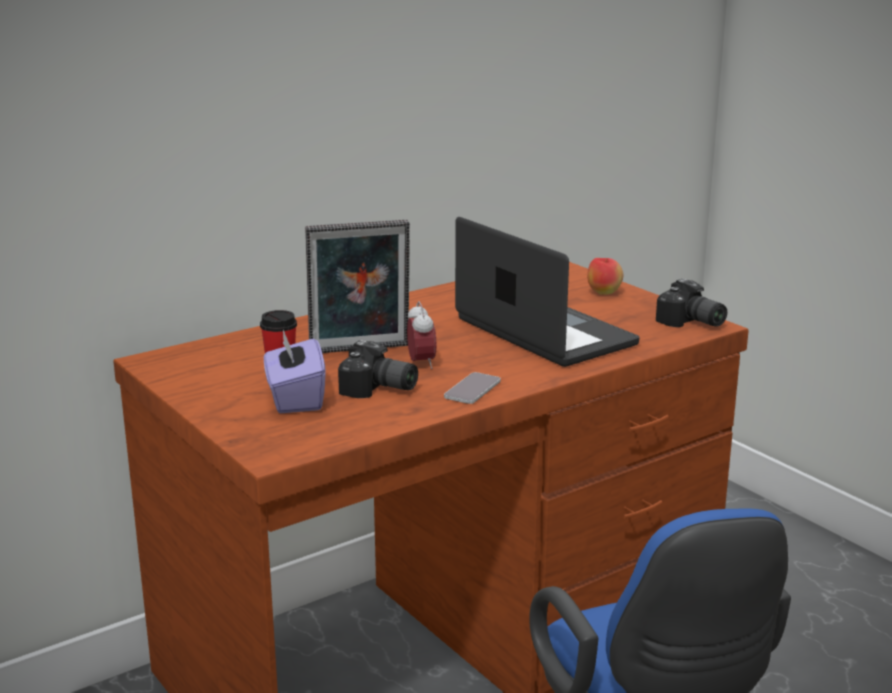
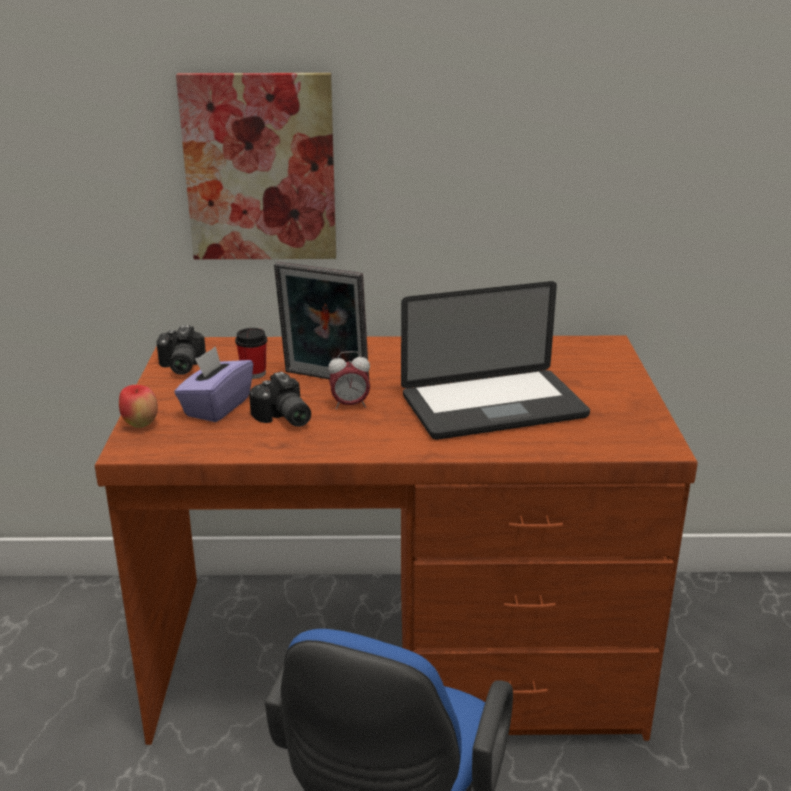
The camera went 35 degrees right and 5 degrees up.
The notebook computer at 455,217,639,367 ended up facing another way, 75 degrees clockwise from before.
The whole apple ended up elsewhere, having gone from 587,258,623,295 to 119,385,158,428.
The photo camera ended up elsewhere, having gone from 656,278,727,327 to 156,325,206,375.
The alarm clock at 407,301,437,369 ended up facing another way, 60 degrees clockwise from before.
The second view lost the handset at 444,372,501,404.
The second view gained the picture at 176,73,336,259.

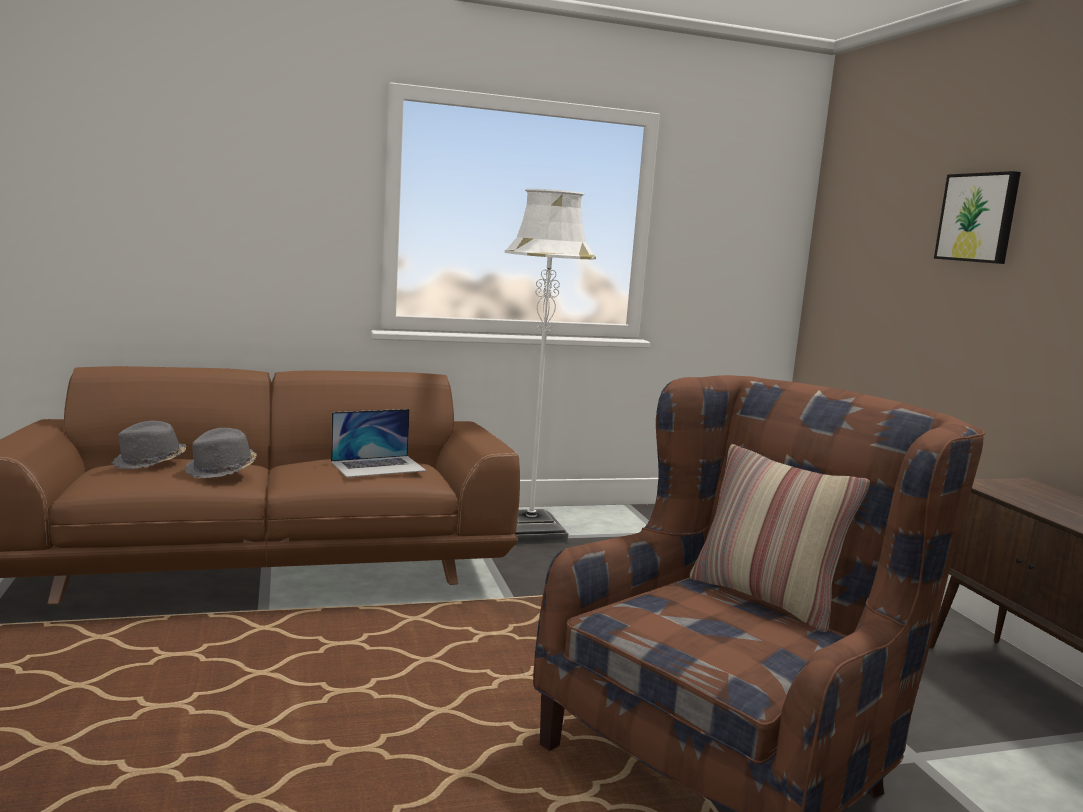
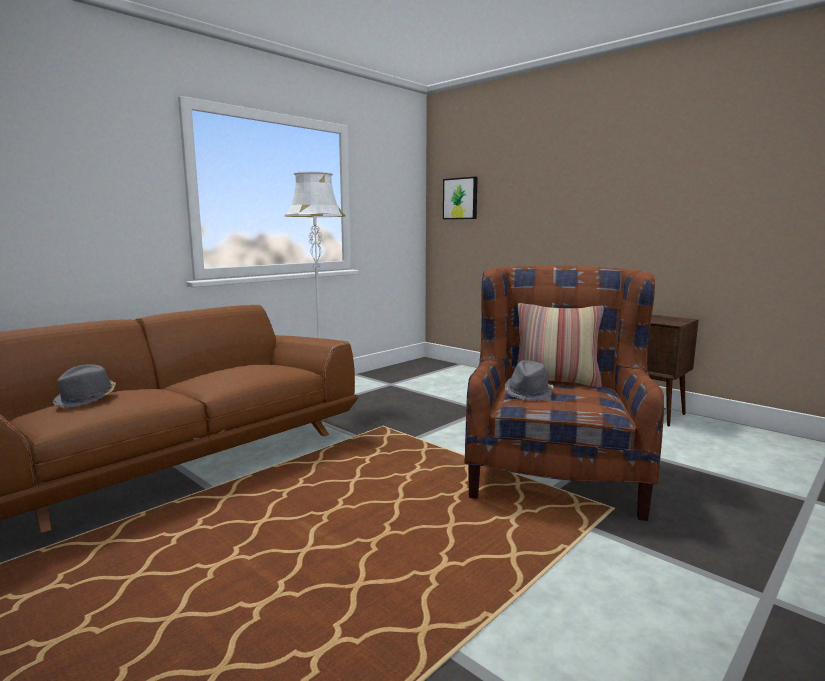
The camera went 30 degrees left and 0 degrees up.
The picture ended up elsewhere, having gone from 934,171,1021,264 to 443,177,478,219.
The second view lost the notebook computer at 331,409,427,478.
The gray wearable hat ended up elsewhere, having gone from 185,428,257,478 to 505,360,554,401.

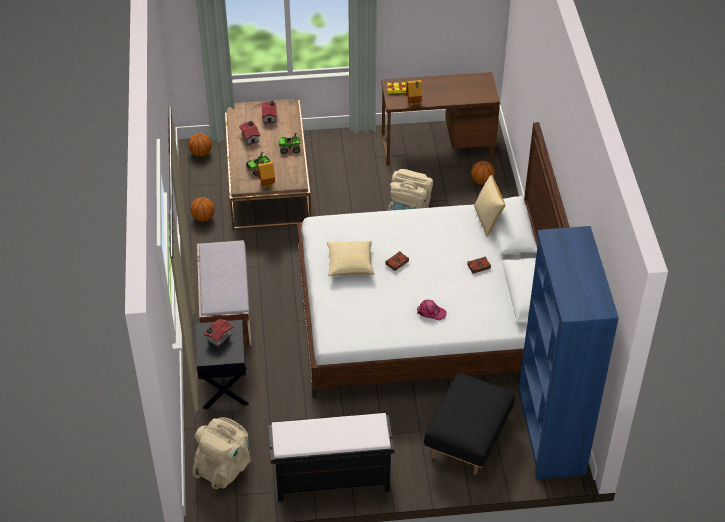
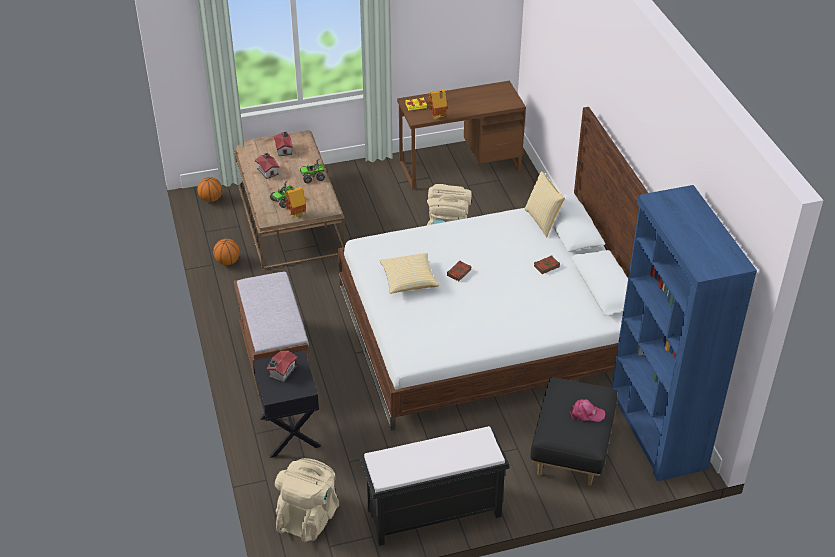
The camera went 10 degrees left and 5 degrees down.
The second view lost the basketball at 471,161,495,185.
The pinkish cap ended up elsewhere, having gone from 417,300,447,320 to 570,399,605,422.

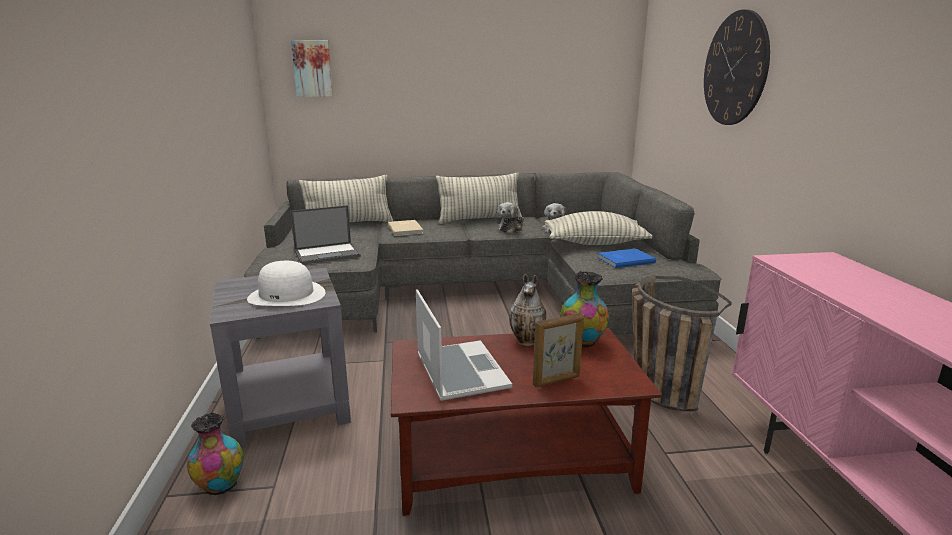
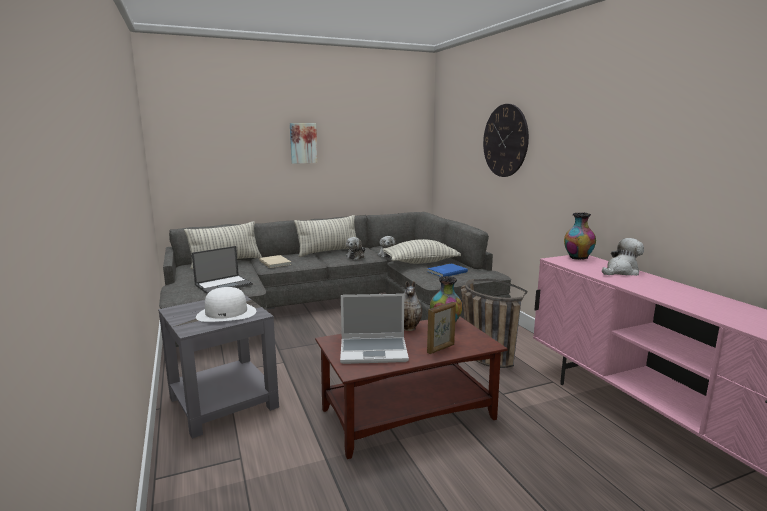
The camera went 15 degrees left and 5 degrees down.
The picture ended up elsewhere, having gone from 291,40,333,97 to 290,123,318,164.
The notebook computer at 416,289,512,401 ended up facing another way, 120 degrees clockwise from before.
The flower vase ended up elsewhere, having gone from 187,413,244,495 to 564,213,596,260.
The second view gained the cuddly toy at 602,238,644,276.

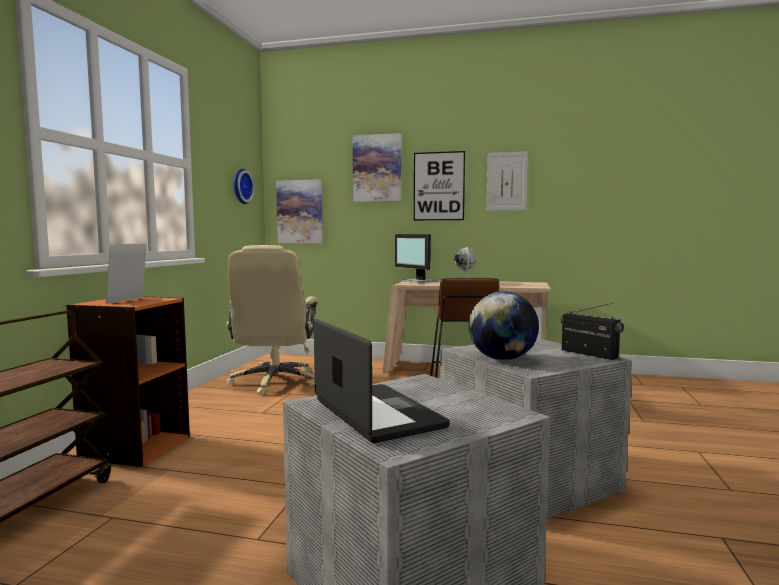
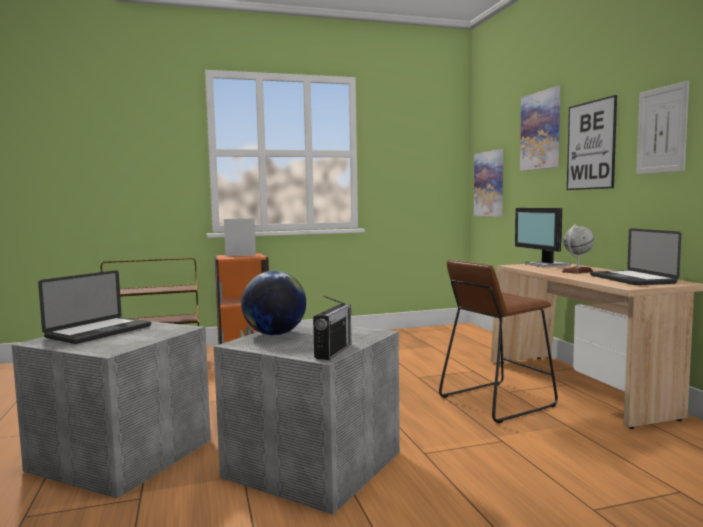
The camera went 60 degrees right and 0 degrees up.
The second view lost the hanging clock at 233,169,255,204.
The computer screen at 395,234,439,283 ended up facing another way, 45 degrees counterclockwise from before.
The second view lost the beige computer chair at 226,245,318,395.
The second view gained the notebook computer at 590,228,681,285.

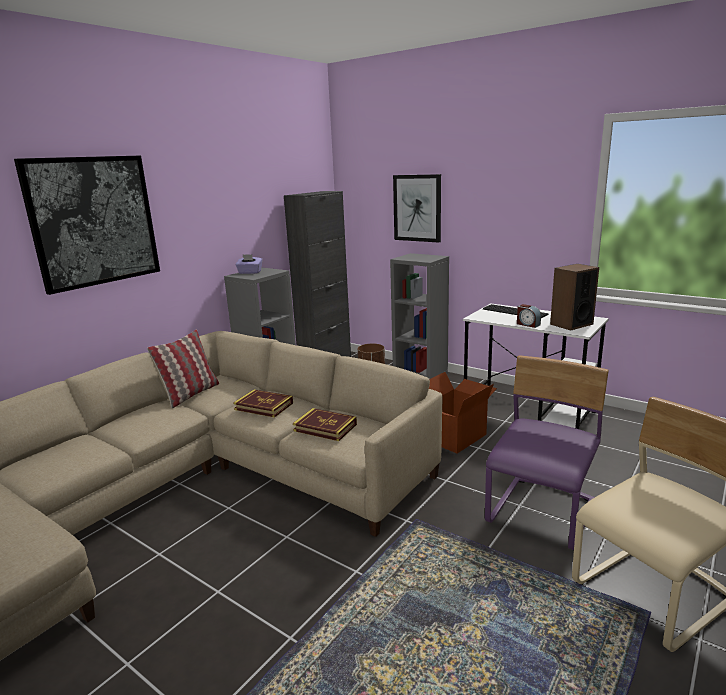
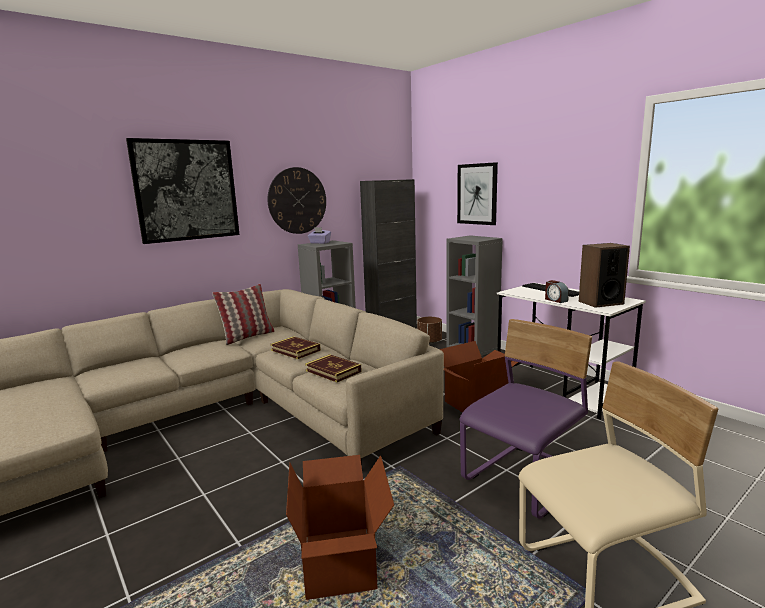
The camera went 15 degrees right and 5 degrees down.
The second view gained the hanging clock at 268,167,326,234.
The second view gained the cardboard box at 286,455,394,600.

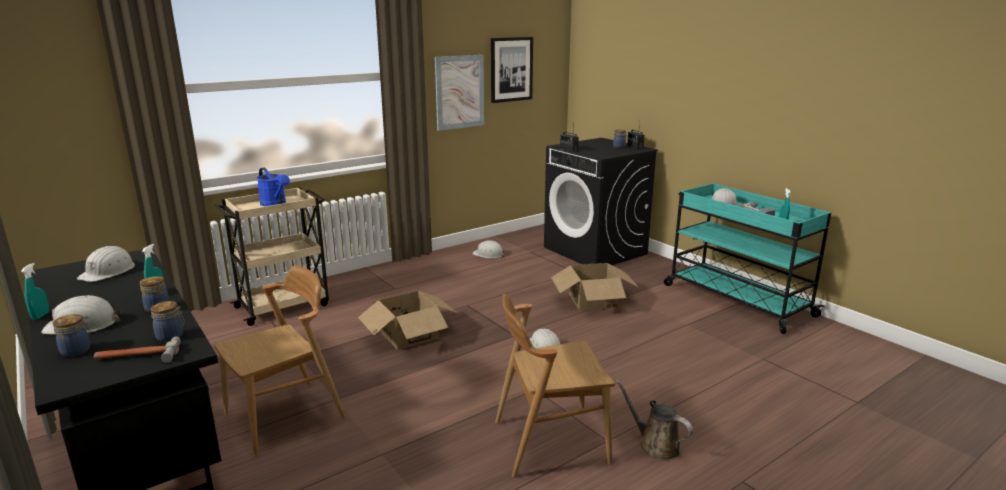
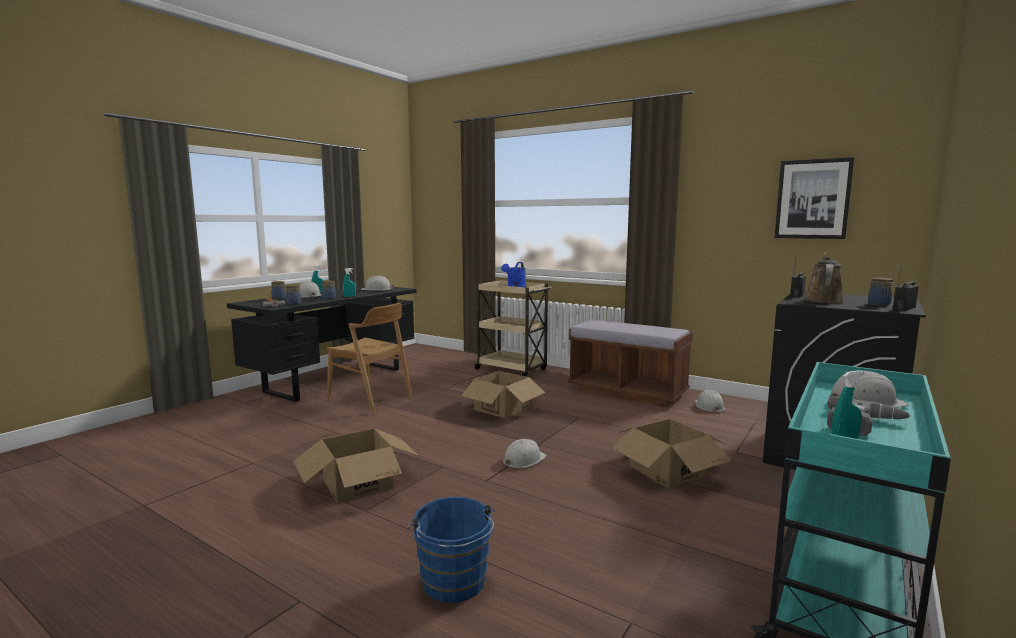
The camera went 70 degrees right and 10 degrees down.
The second view lost the picture at 435,55,484,131.
Where the brown chair stood at 495,294,615,478, the cardboard box came to stand at 293,429,419,503.
The brown sprinkling can ended up elsewhere, having gone from 616,380,693,461 to 804,252,844,303.
The second view gained the brown long seat at 568,320,693,407.
The second view gained the blue-coloured pail at 408,497,495,603.

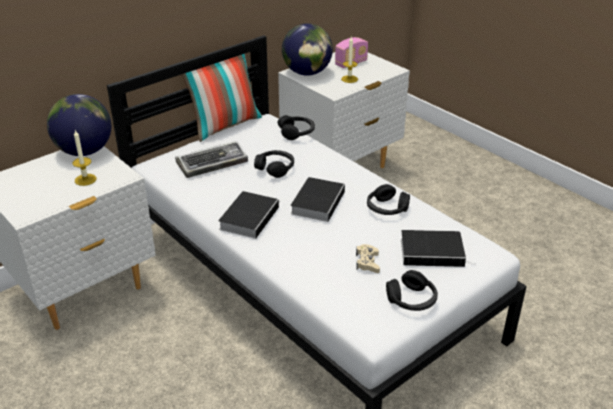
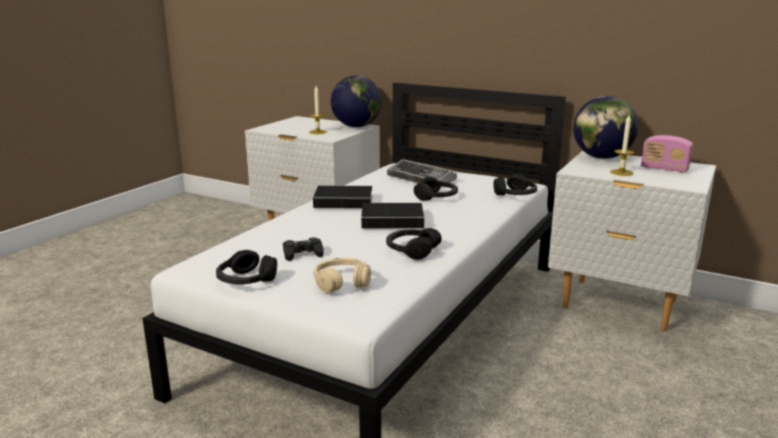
The camera went 70 degrees right and 15 degrees down.
The second view lost the throw pillow at 181,54,262,142.
Where the book stood at 401,230,475,267, the beige headphones came to stand at 314,258,371,293.
What was the beige joypad at 356,244,380,273 turned into the black-coloured joypad at 283,237,324,261.

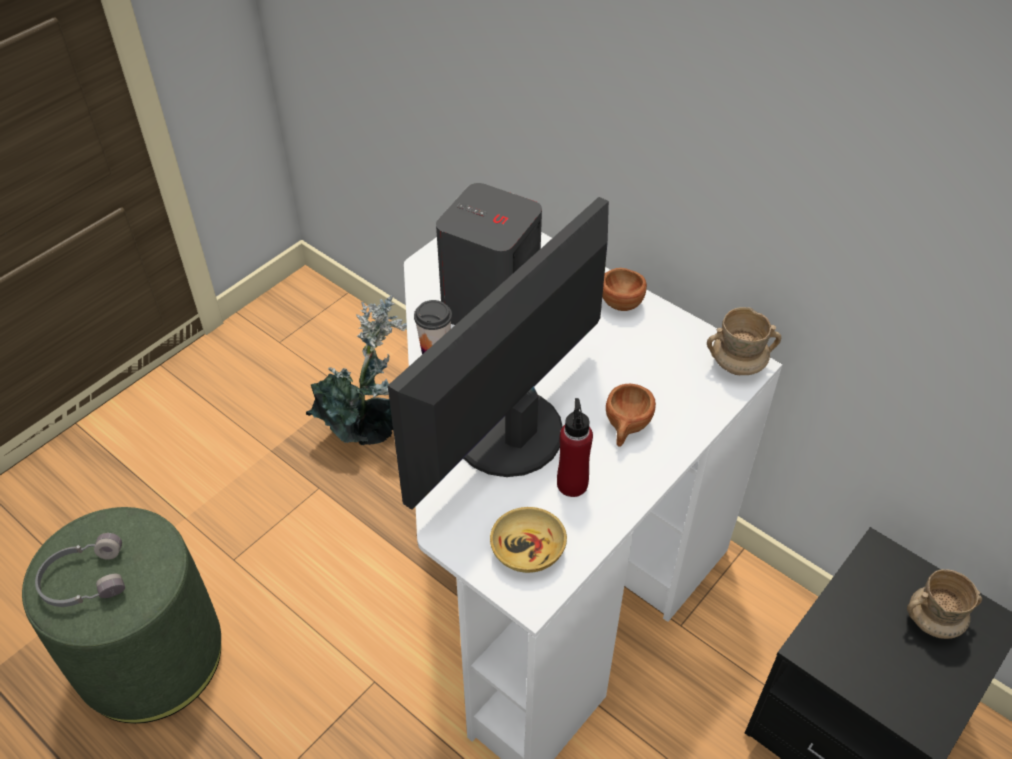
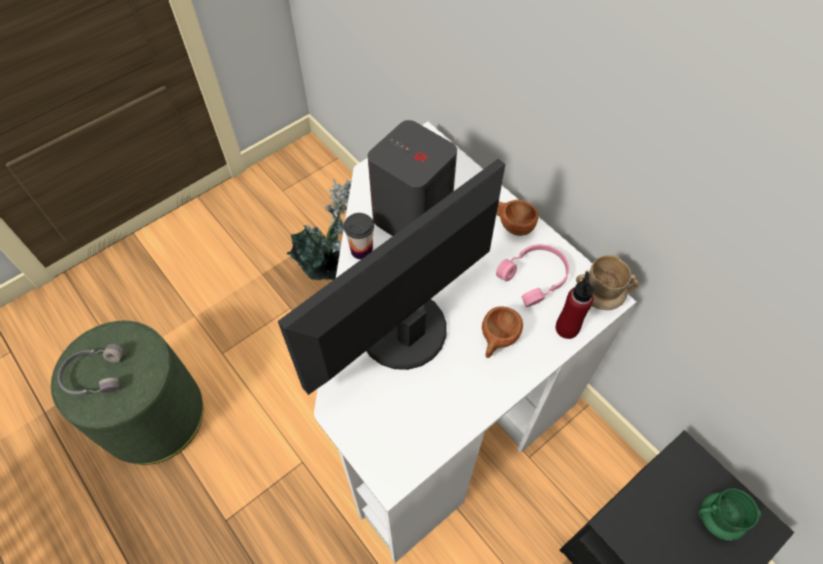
The camera went 10 degrees right and 10 degrees up.
The reddish beverage bottle ended up elsewhere, having gone from 557,398,593,497 to 556,272,594,339.
The second view lost the beige bowl at 490,507,567,573.
What was the beige coffee mug at 907,569,982,639 turned into the green-coloured coffee mug at 698,489,762,541.
The second view gained the pinkish headphones at 496,244,569,307.

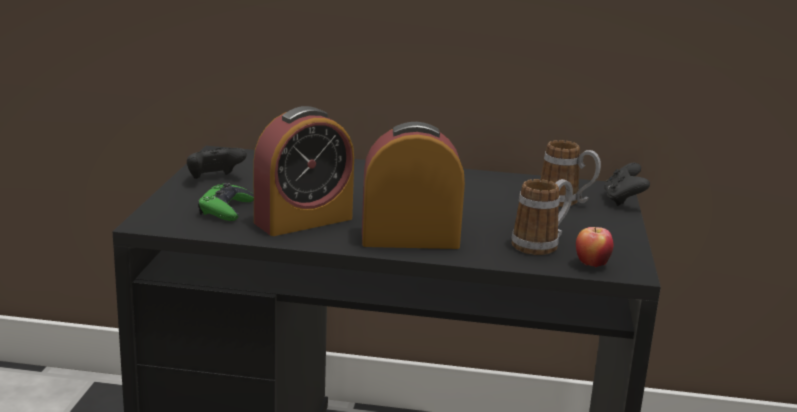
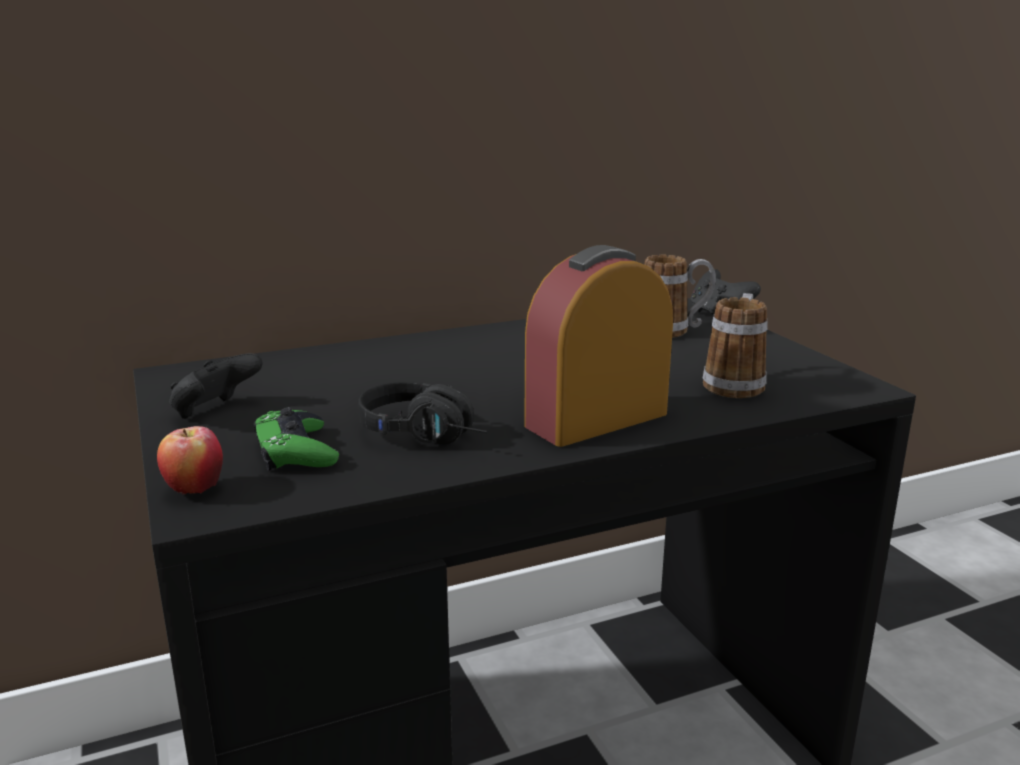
The camera went 30 degrees left and 0 degrees up.
Where the alarm clock stood at 253,106,354,236, the black-coloured headphones came to stand at 358,382,487,445.
The whole apple ended up elsewhere, having gone from 576,227,613,267 to 157,426,223,494.

